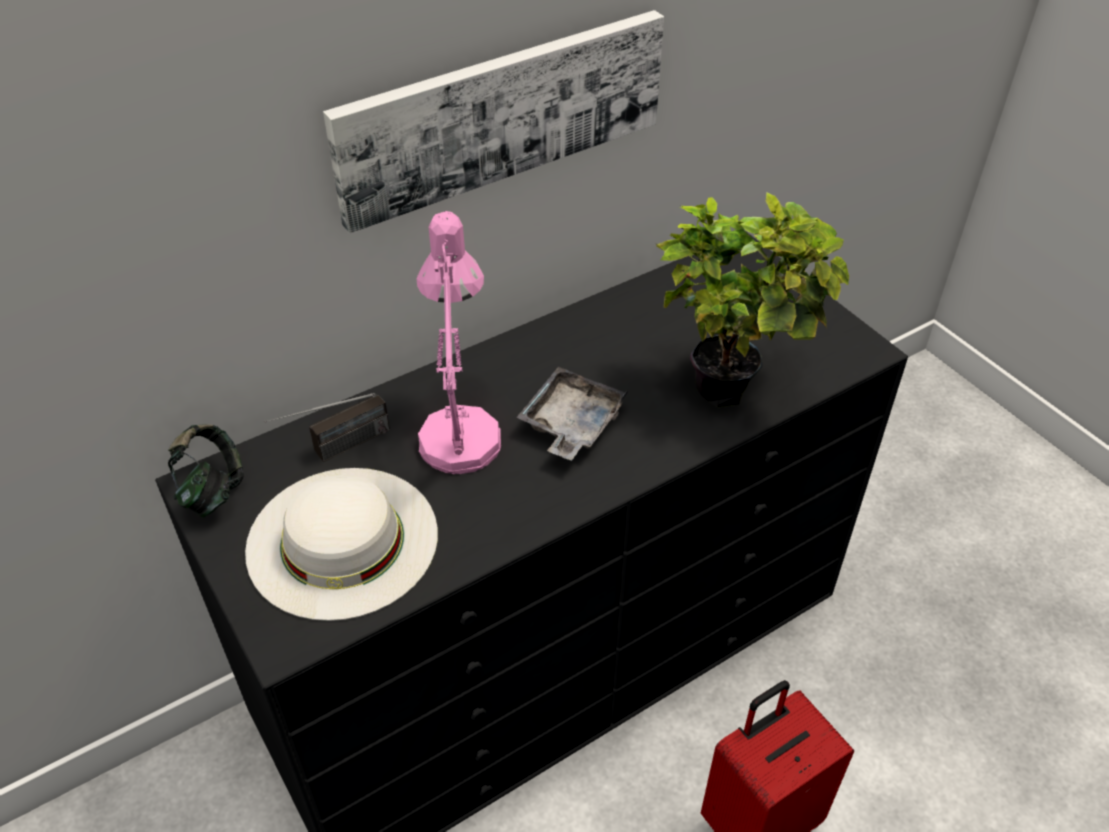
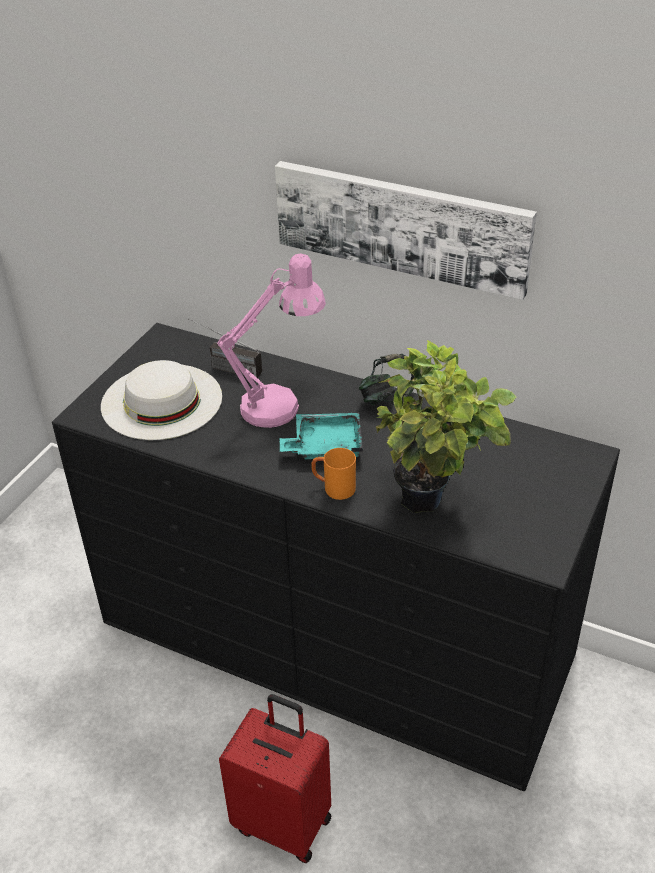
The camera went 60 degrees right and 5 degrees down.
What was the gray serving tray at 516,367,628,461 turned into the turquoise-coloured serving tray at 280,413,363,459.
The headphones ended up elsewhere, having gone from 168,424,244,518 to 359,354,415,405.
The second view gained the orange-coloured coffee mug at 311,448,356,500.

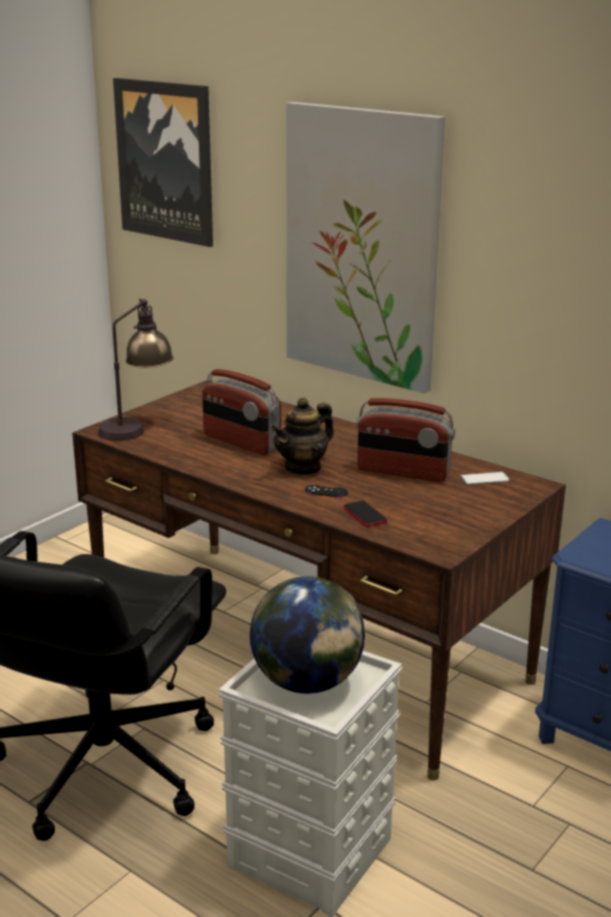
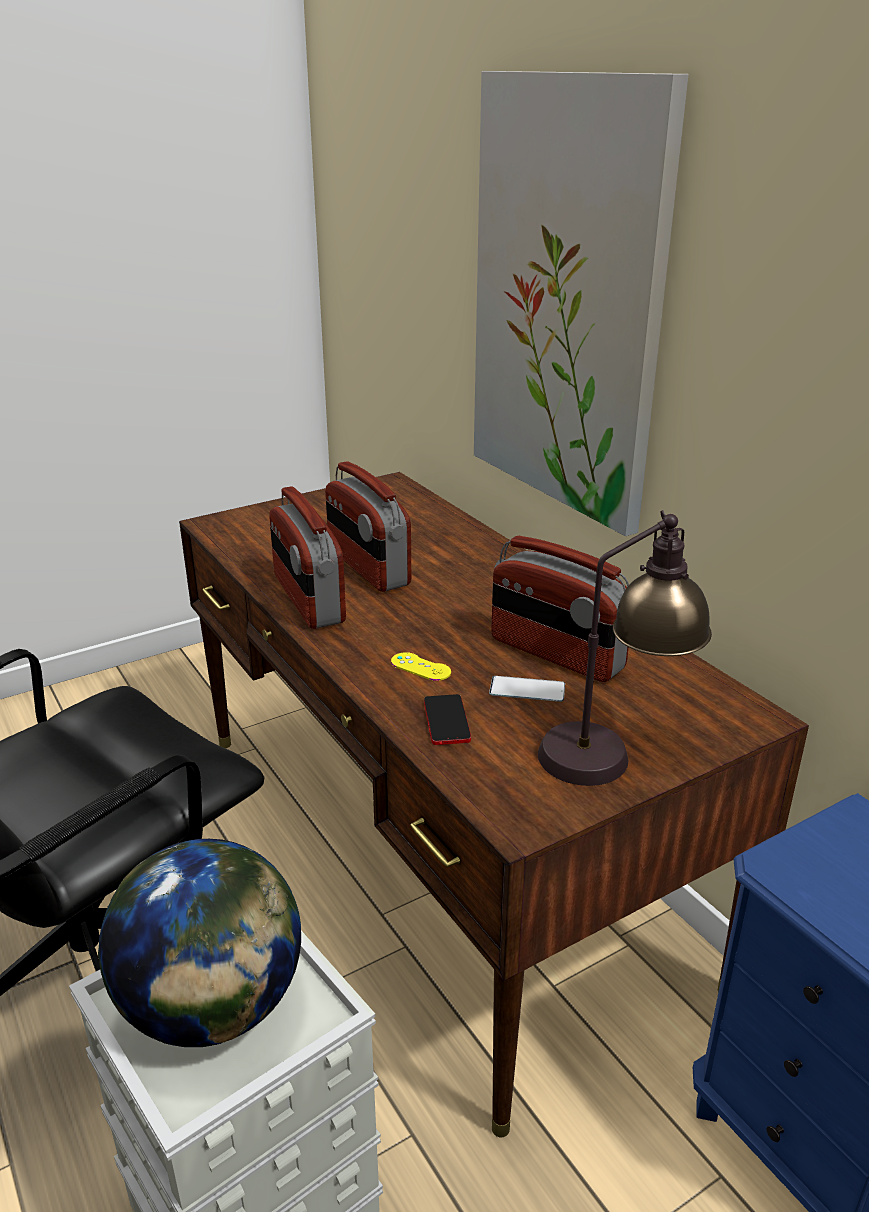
The camera went 20 degrees right and 5 degrees up.
The second view lost the picture at 113,78,213,247.
The table lamp ended up elsewhere, having gone from 98,298,174,441 to 538,510,712,786.
The second view lost the teapot at 271,397,334,476.
The handset ended up elsewhere, having gone from 460,472,510,485 to 489,676,565,702.
What was the black-coloured joypad at 305,485,348,497 turned into the yellowish joypad at 391,652,451,681.
The second view gained the radio at 269,487,346,629.

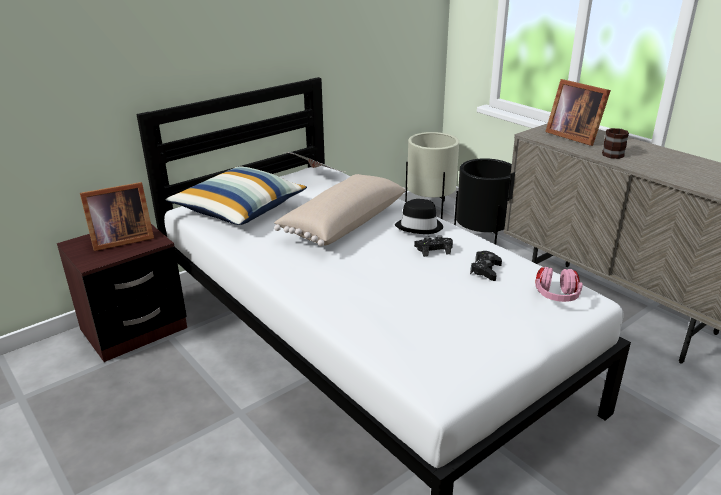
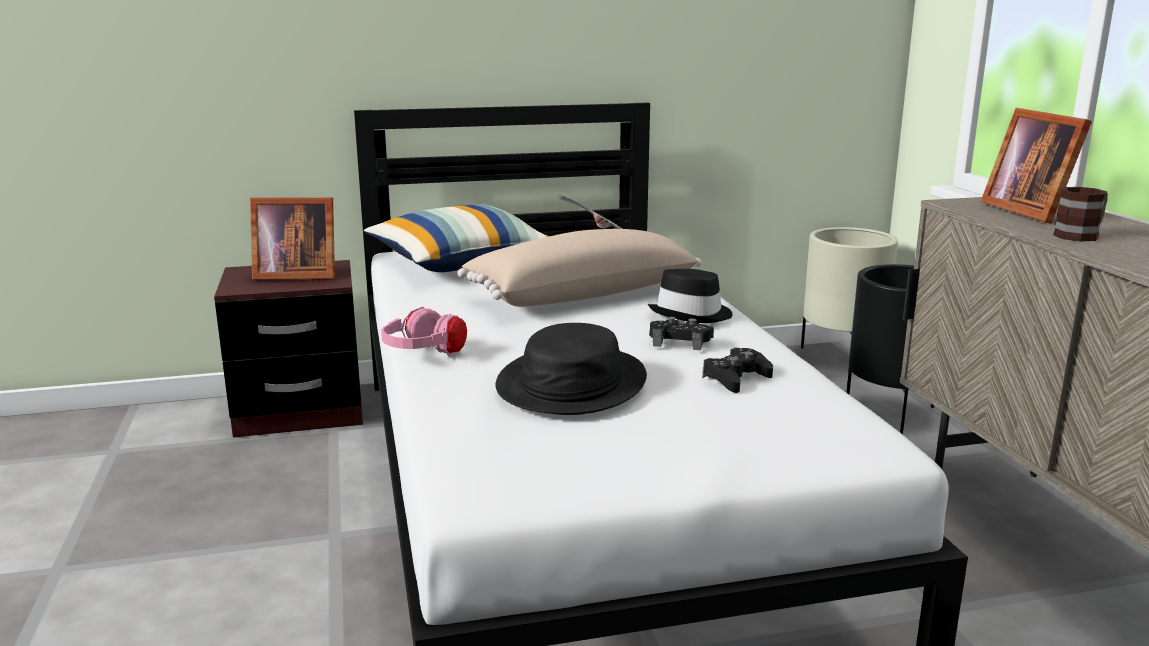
The camera went 25 degrees right and 10 degrees down.
The pinkish headphones ended up elsewhere, having gone from 536,267,583,302 to 381,307,467,356.
The second view gained the black-coloured wearable hat at 495,323,647,415.

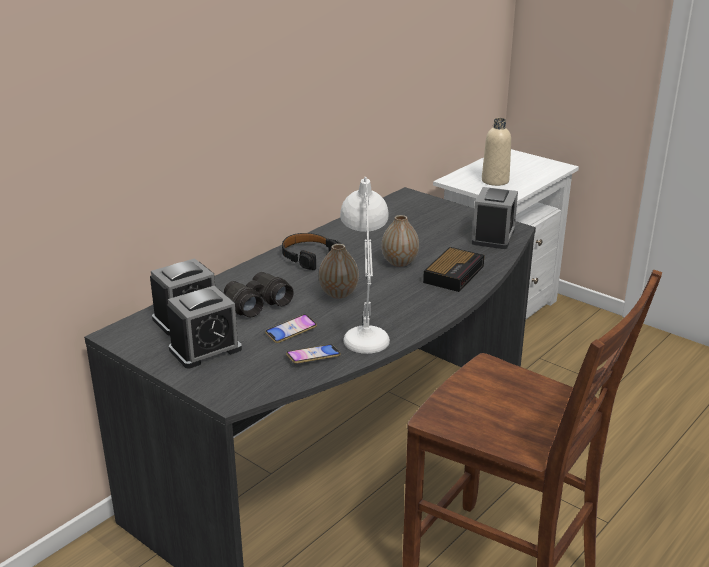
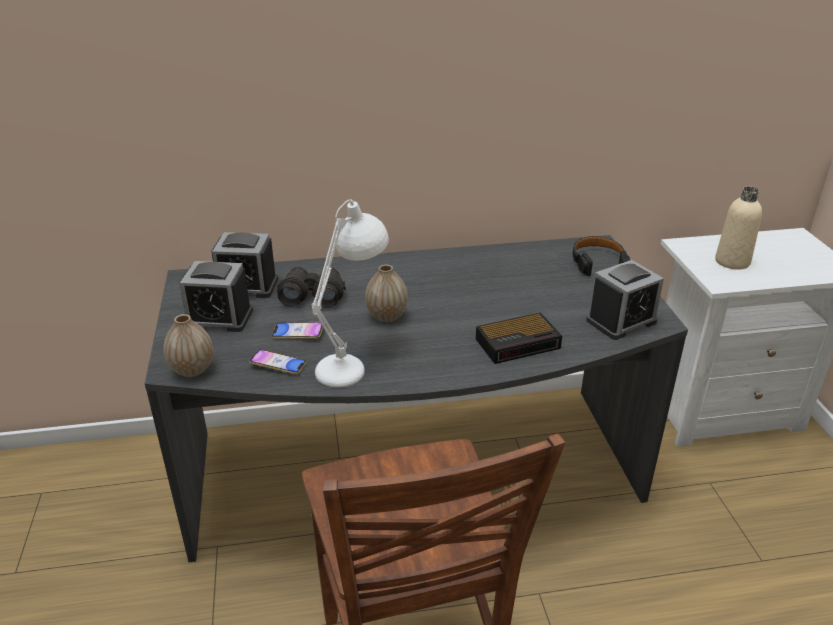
The camera went 40 degrees right and 5 degrees up.
The flower vase ended up elsewhere, having gone from 382,215,419,267 to 163,314,213,377.
The black-coloured headphones ended up elsewhere, having gone from 282,233,341,270 to 572,236,630,276.

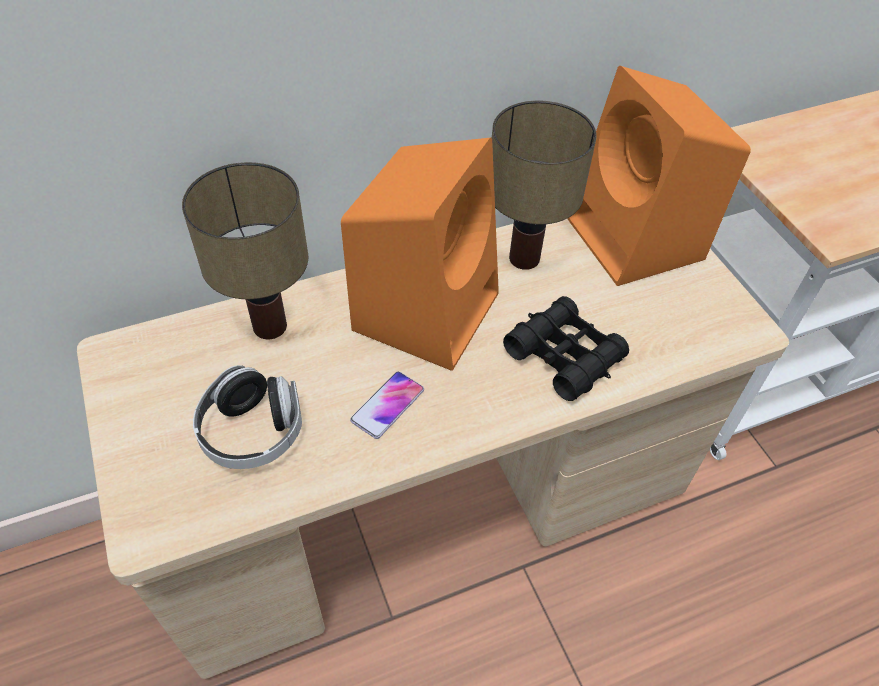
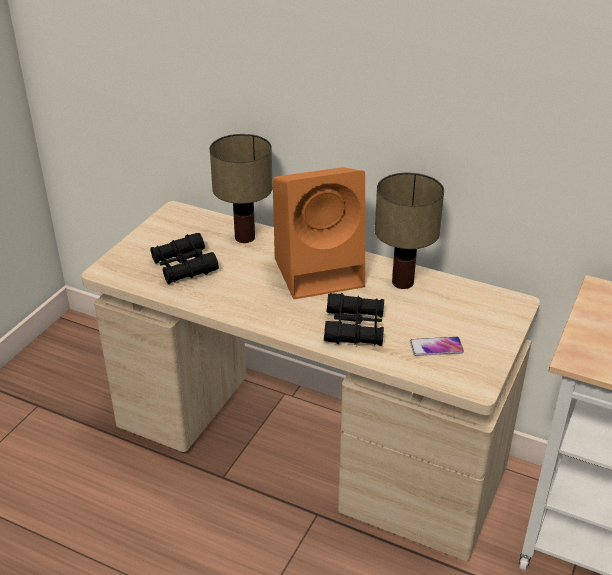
The camera went 50 degrees right and 15 degrees down.
The second view lost the orange-coloured audio speaker at 567,66,751,286.
Where the headphones stood at 193,365,302,469, the black-coloured binoculars came to stand at 151,233,219,284.
The handset ended up elsewhere, having gone from 350,371,424,439 to 410,337,464,356.

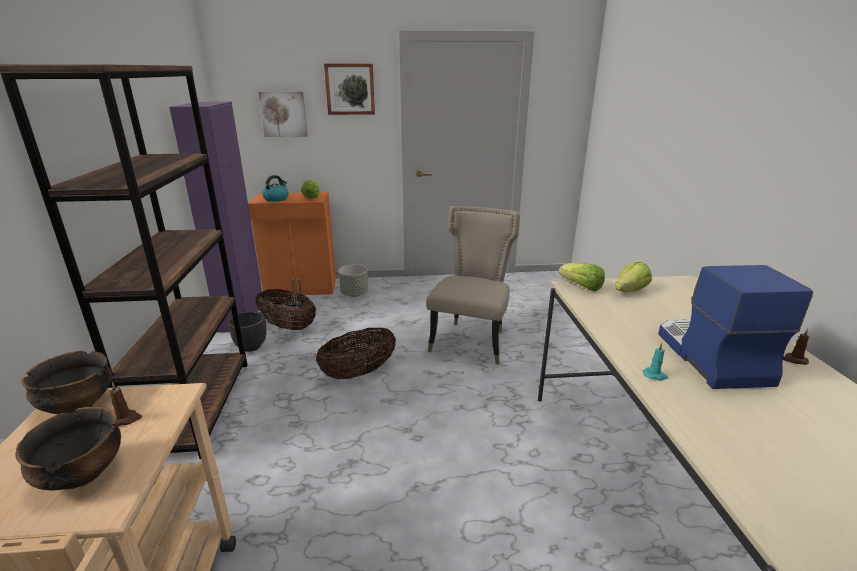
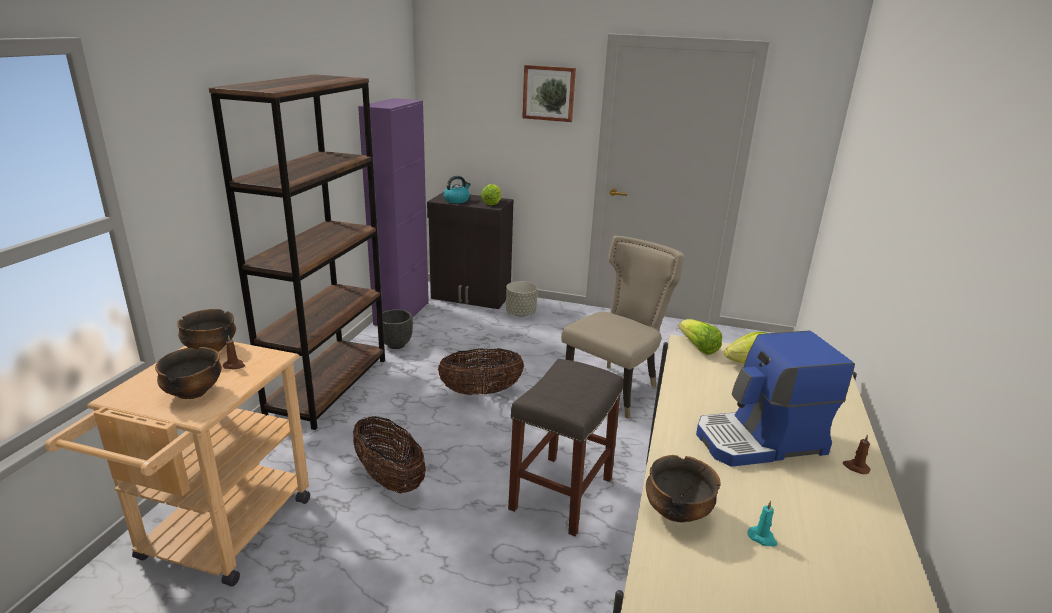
The camera went 20 degrees right and 0 degrees up.
The second view lost the picture at 258,92,308,137.
What was the orange-coloured cabinet at 248,192,336,296 turned into the black-coloured cabinet at 427,192,513,309.
The coffee machine at 658,265,813,389 ended up facing another way, 120 degrees counterclockwise from before.
The storage basket ended up elsewhere, having gone from 256,289,316,330 to 353,416,426,494.
The turquoise-coloured wax light ended up elsewhere, having gone from 643,343,668,380 to 748,501,777,546.
The second view gained the gray stool seat at 508,359,623,536.
The second view gained the bowl at 646,455,721,523.

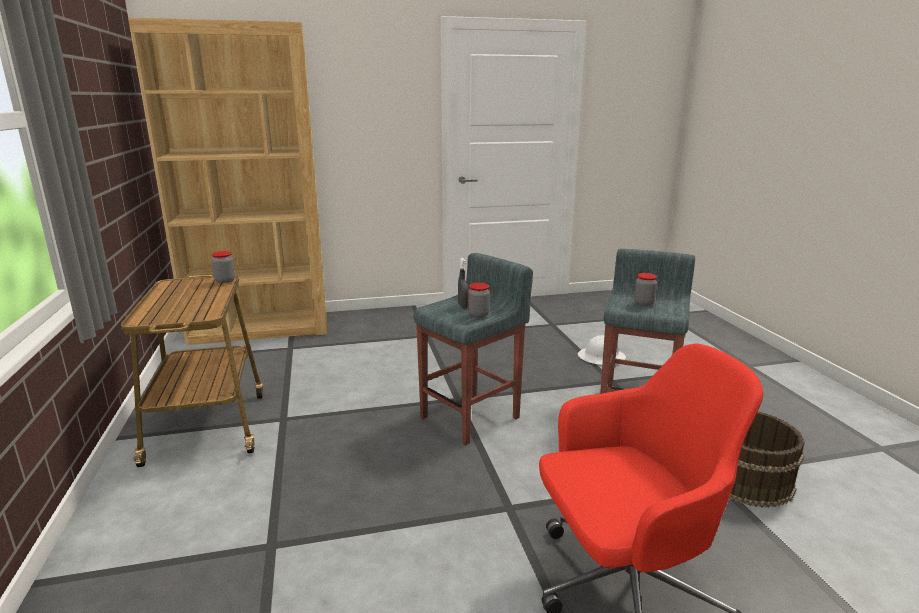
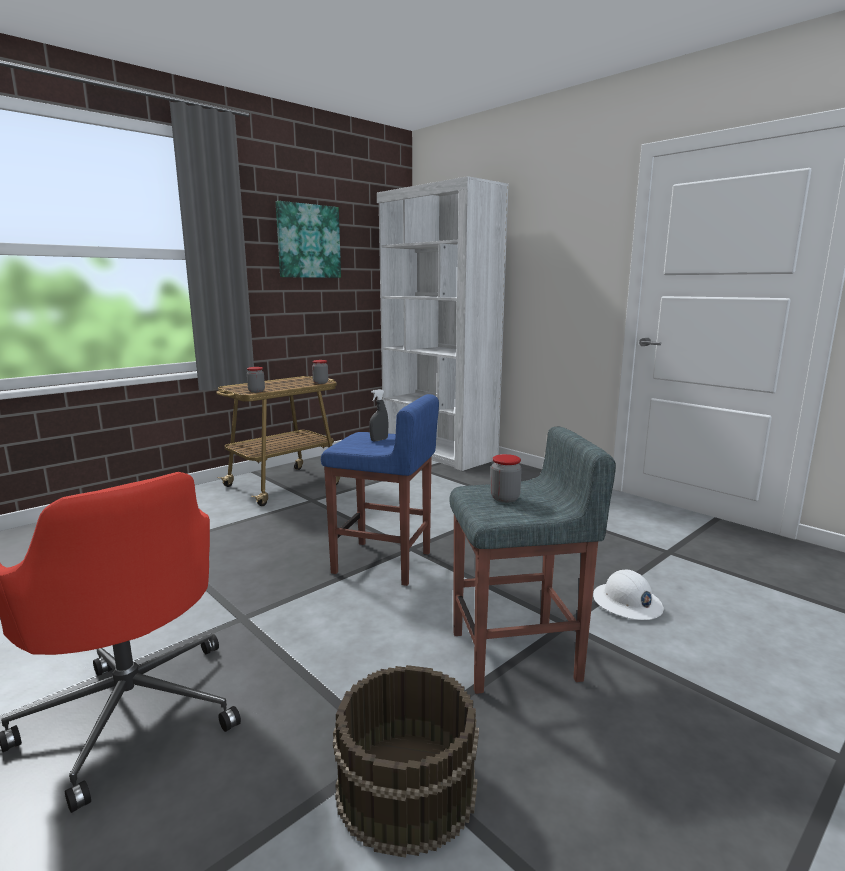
The camera went 60 degrees right and 5 degrees down.
What was the brown shelving unit at 128,17,328,345 turned into the white-coloured shelving unit at 377,176,508,471.
What was the gray stool seat at 414,253,533,445 turned into the blue-coloured stool seat at 321,394,439,586.
The preserve jar ended up elsewhere, having gone from 468,283,490,318 to 247,367,265,393.
The second view gained the picture at 276,201,341,278.

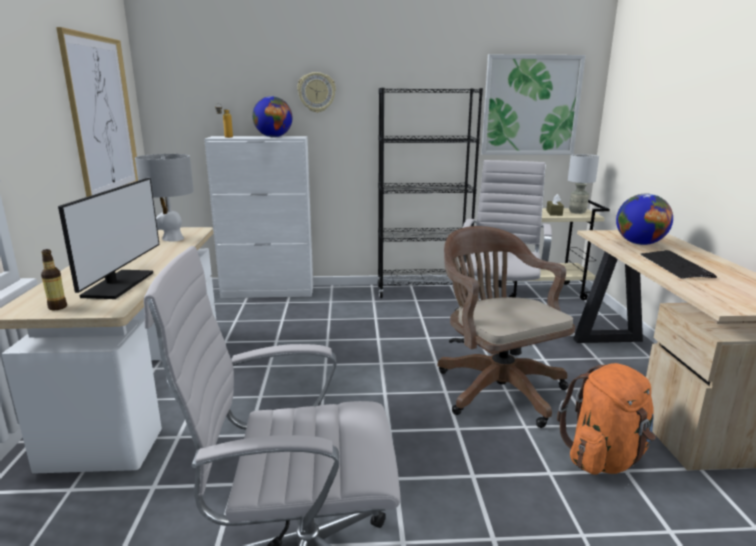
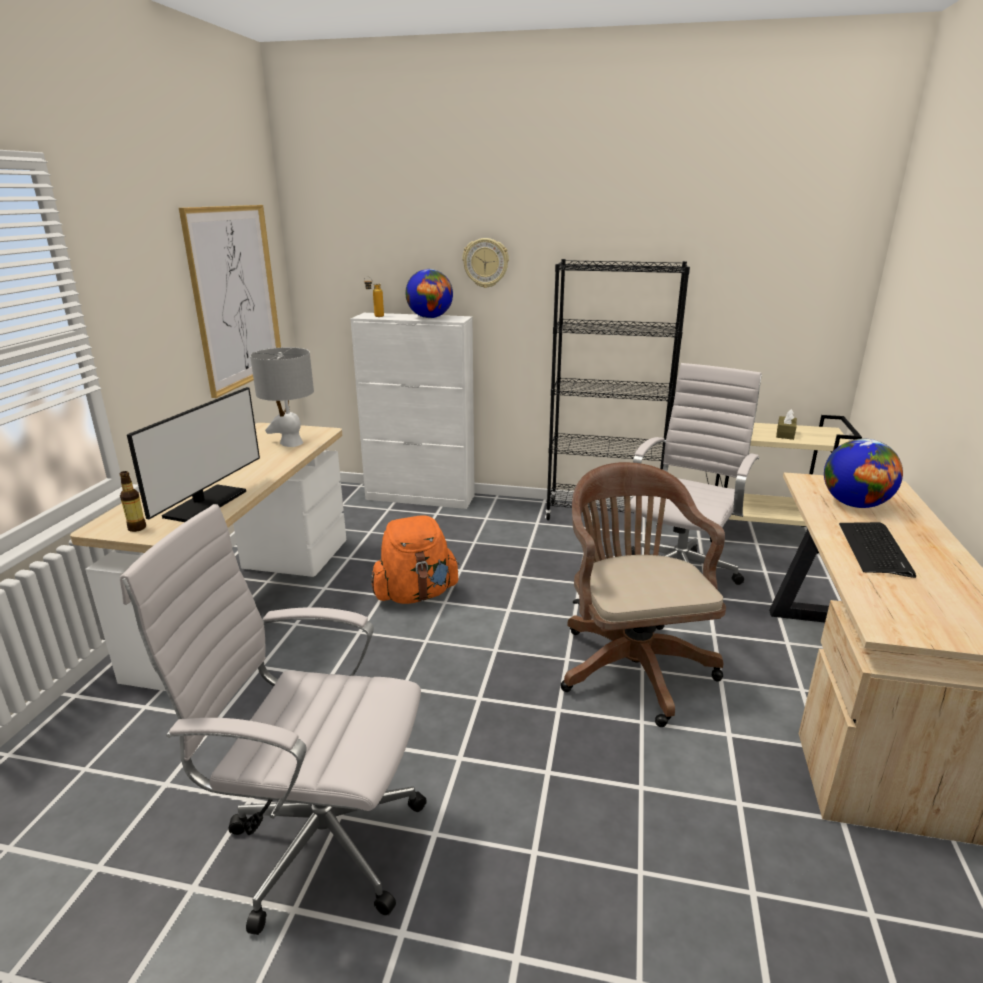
The camera went 15 degrees right and 5 degrees up.
The second view lost the picture at 481,54,586,155.
The second view lost the gray table lamp at 568,154,599,214.
The orange-coloured knapsack ended up elsewhere, having gone from 557,363,656,475 to 371,515,459,604.

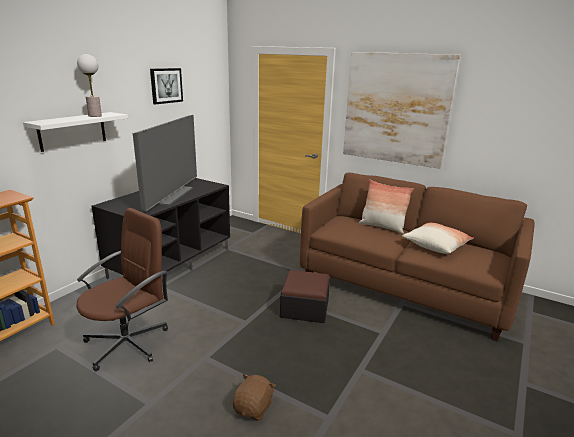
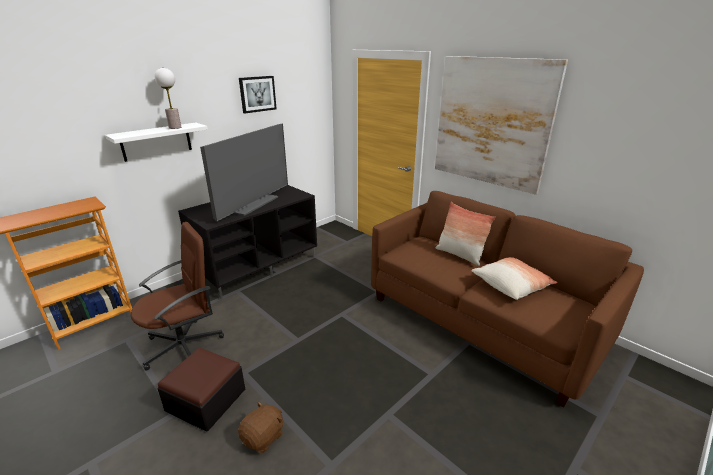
The camera went 15 degrees right and 5 degrees up.
The pouffe ended up elsewhere, having gone from 280,270,330,323 to 158,348,245,432.

